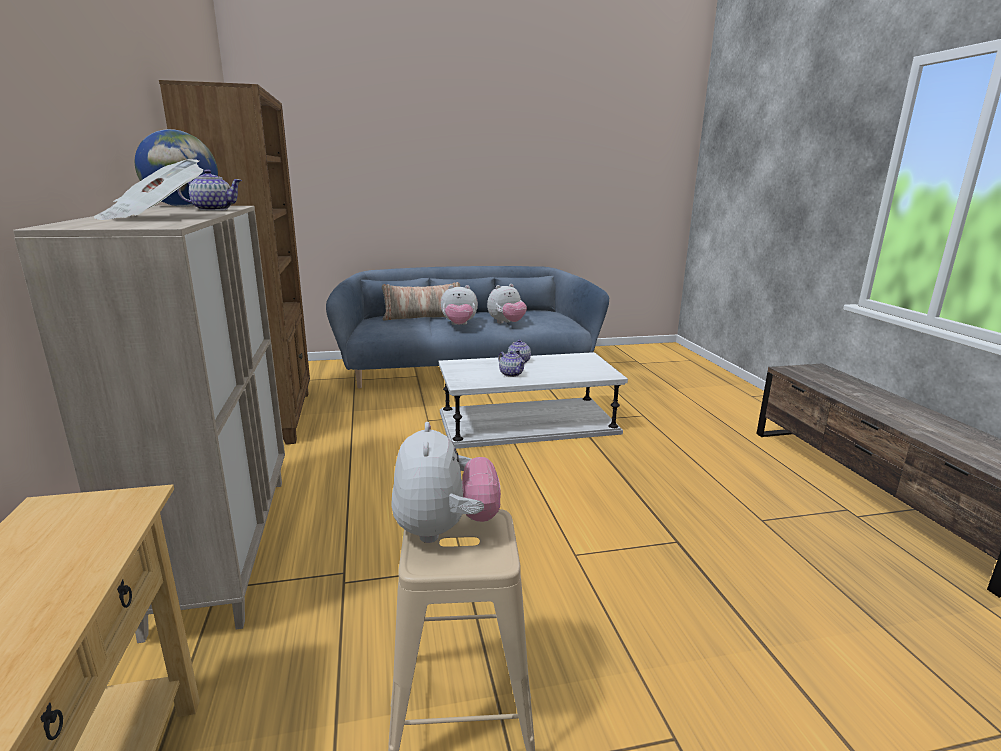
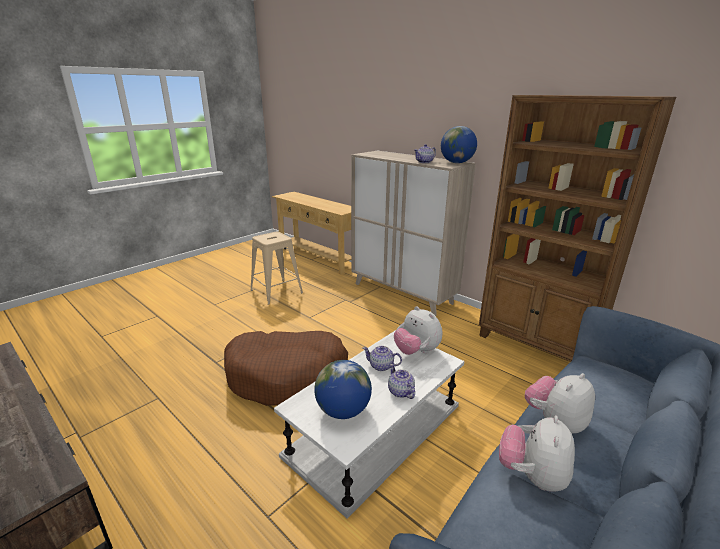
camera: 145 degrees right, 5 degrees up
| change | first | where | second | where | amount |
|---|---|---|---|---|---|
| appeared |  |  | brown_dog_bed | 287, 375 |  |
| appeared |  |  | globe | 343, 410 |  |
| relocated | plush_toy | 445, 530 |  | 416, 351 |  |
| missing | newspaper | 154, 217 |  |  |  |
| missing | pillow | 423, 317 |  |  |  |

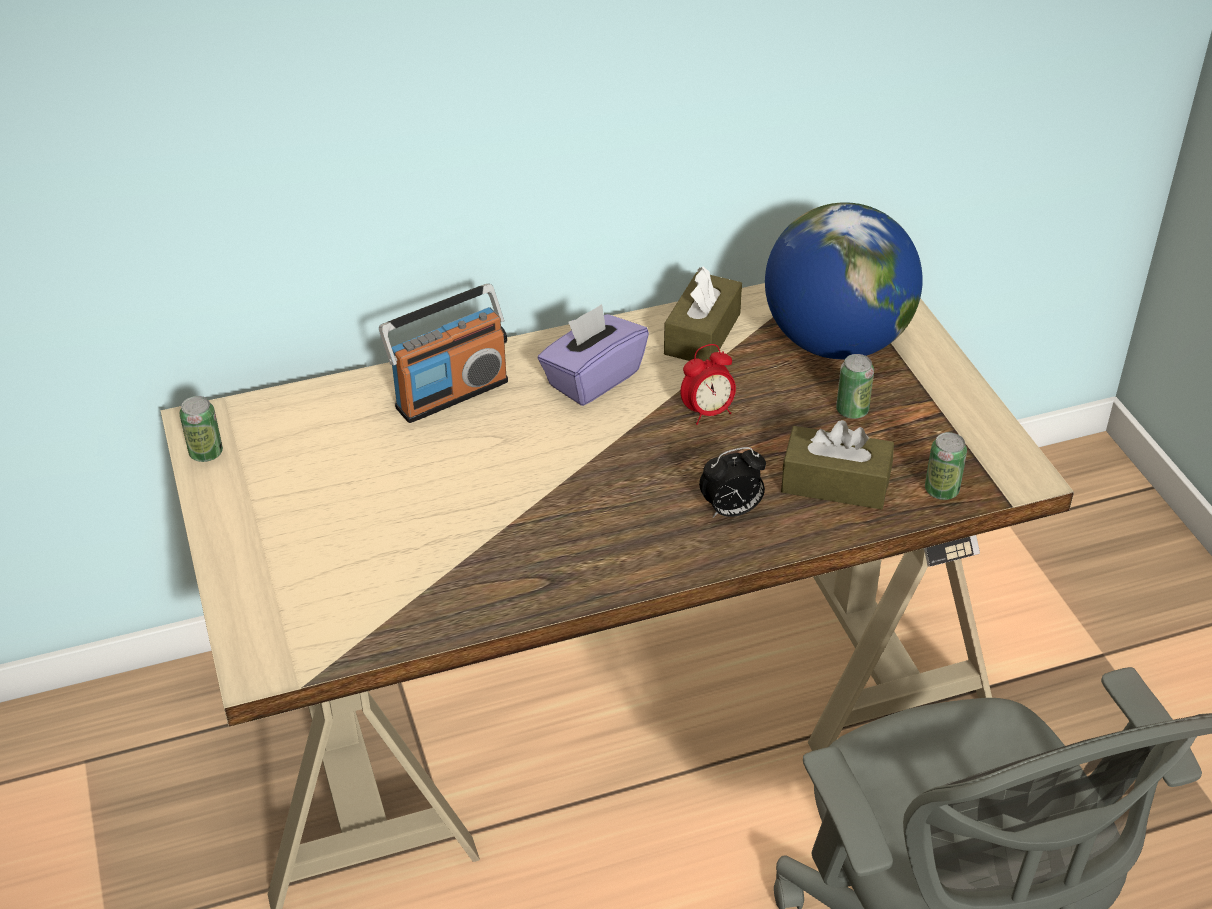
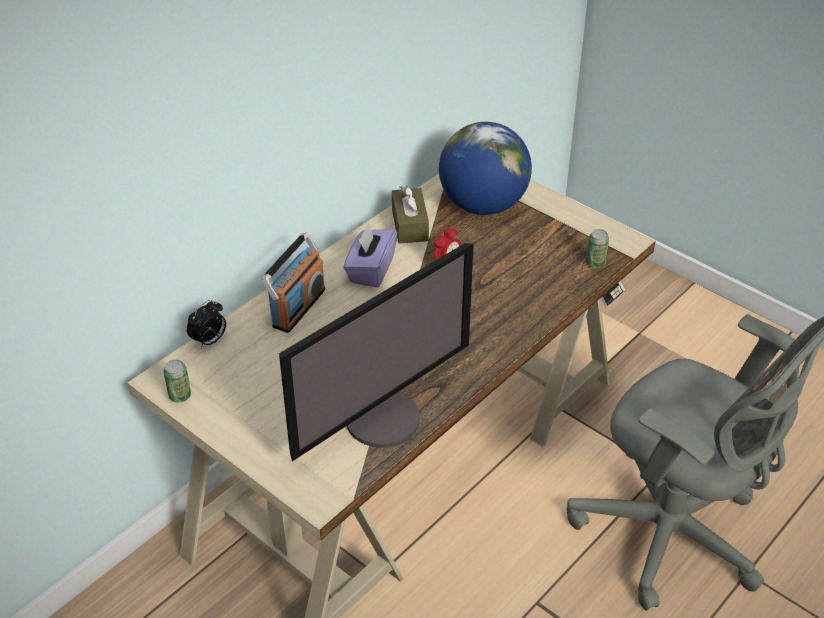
camera: 30 degrees left, 0 degrees up
| change | first | where | second | where | amount |
|---|---|---|---|---|---|
| relocated | alarm_clock | 731, 511 |  | 209, 341 |  |
| appeared |  |  | monitor | 381, 417 |  |
| missing | brown_tissue_box | 835, 483 |  |  |  |
| missing | can | 852, 410 |  |  |  |

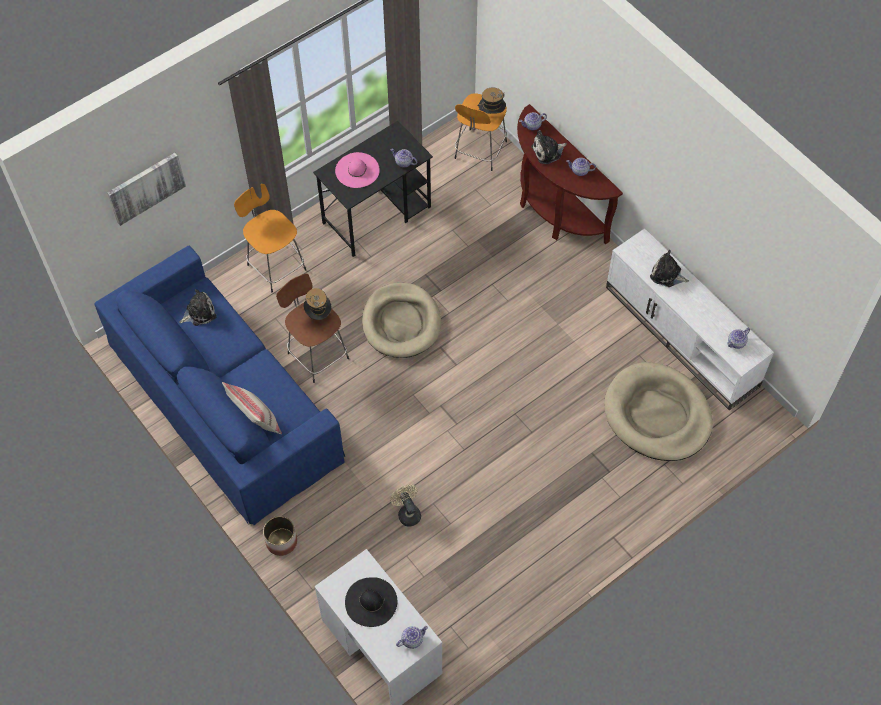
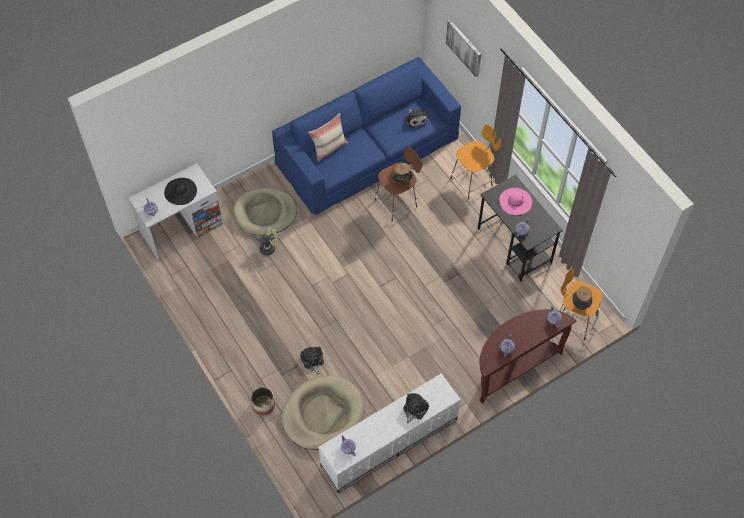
camera: 95 degrees right, 0 degrees up
| change | first | where | second | where | amount |
|---|---|---|---|---|---|
| relocated | beige_dog_bed | 401, 322 |  | 265, 213 |  |
| relocated | planter | 281, 541 |  | 263, 405 |  |
| relocated | plush_toy | 548, 152 |  | 312, 360 |  |

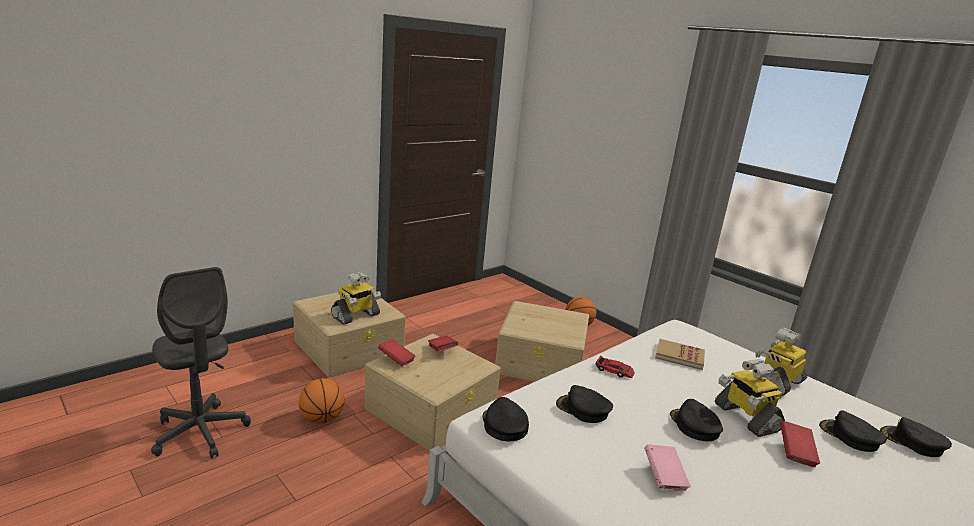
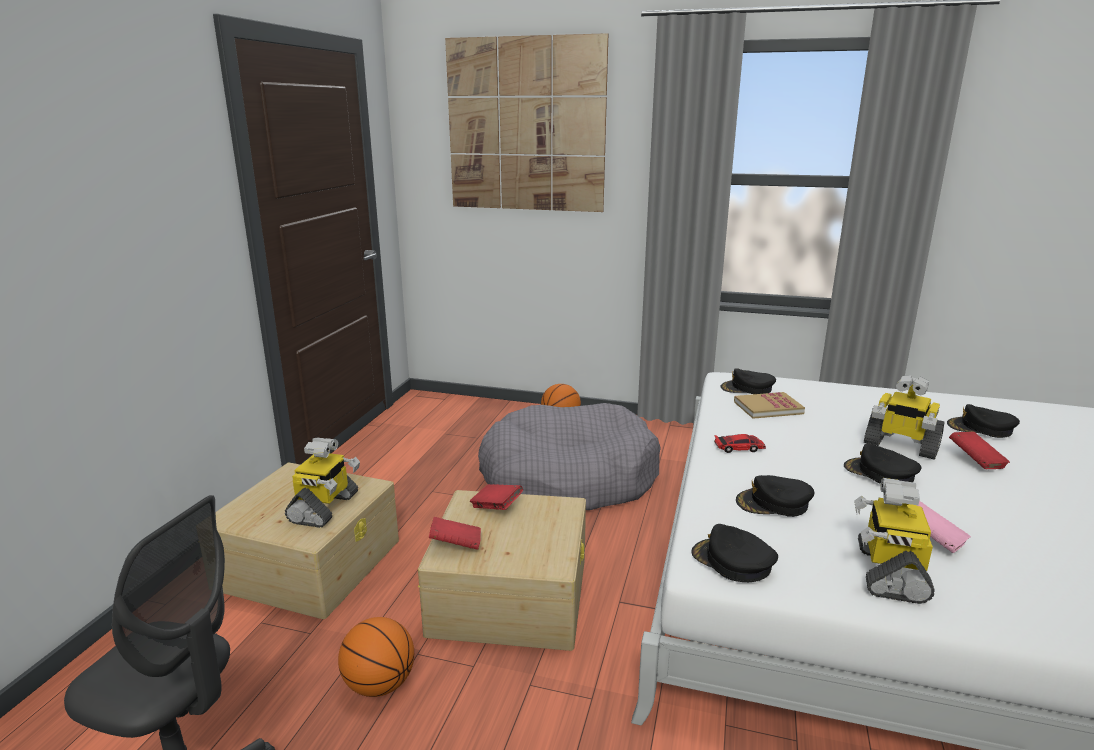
camera: 30 degrees left, 0 degrees up
| change | first | where | second | where | amount |
|---|---|---|---|---|---|
| appeared |  |  | picture | 526, 126 |  |
| exchanged | beige_storage_box | 541, 361 | grey_dog_bed | 568, 478 |  |
| relocated | black_cap | 912, 442 |  | 747, 388 |  |
| relocated | toy_robot | 777, 383 |  | 888, 572 |  |

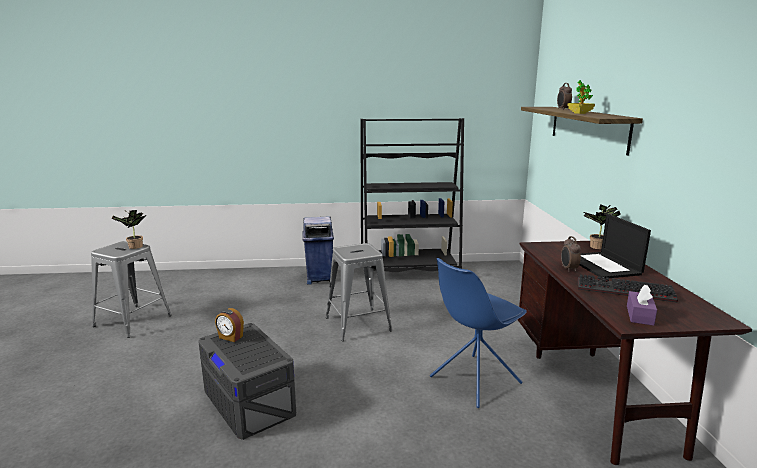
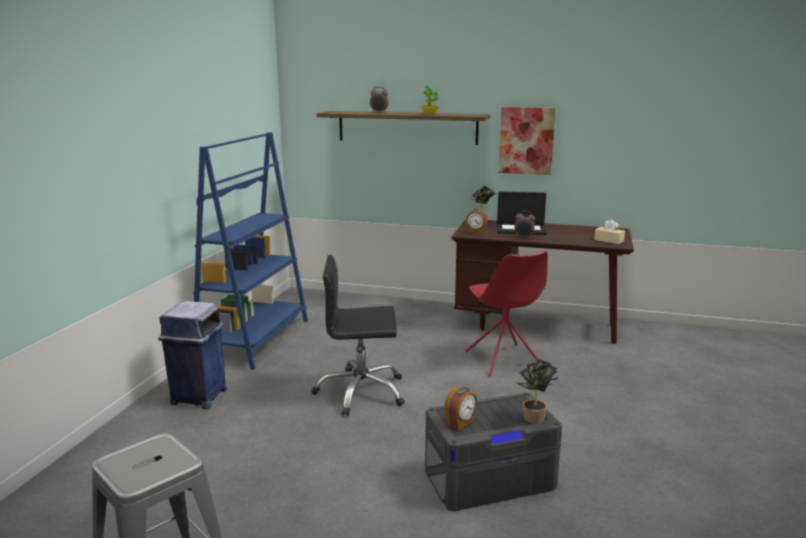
camera: 70 degrees left, 0 degrees up
| change | first | where | second | where | amount |
|---|---|---|---|---|---|
| colour | black_bookcase | 409, 273 | blue_bookcase | 254, 340 |  |
| exchanged | grey_stool | 358, 324 | black_office_chair | 361, 392 |  |
| colour | blue_chair | 473, 380 | red_chair | 504, 360 |  |
| appeared |  |  | alarm_clock | 475, 232 |  |
| appeared |  |  | picture | 526, 140 |  |
| relocated | potted_plant | 133, 247 |  | 535, 420 |  |
| colour | purple_tissue_box | 639, 315 | beige_tissue_box | 609, 240 |  |
| missing | keyboard | 623, 291 |  |  |  |

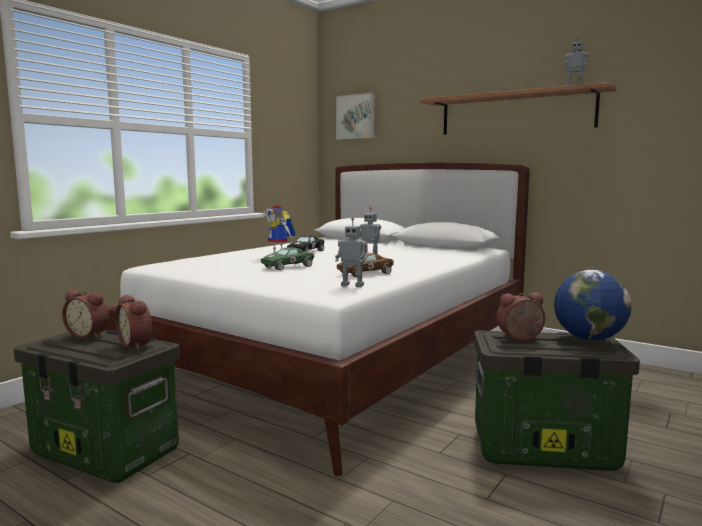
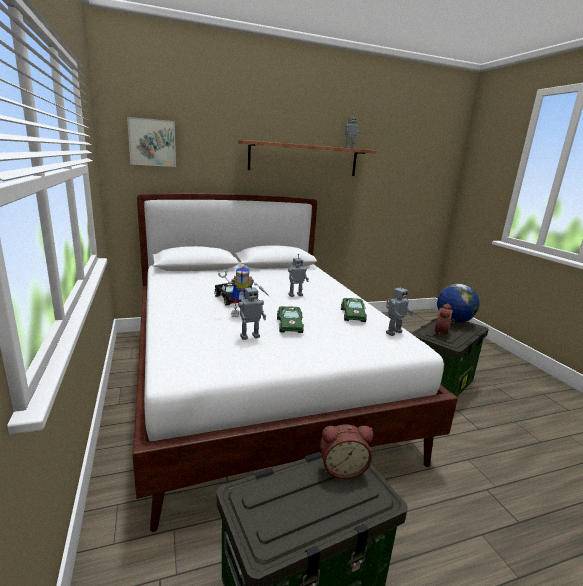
camera: 55 degrees left, 10 degrees up
| change | first | where | second | where | amount |
|---|---|---|---|---|---|
| appeared |  |  | toy_robot | 249, 336 |  |
| colour | brown_toy_car | 366, 273 | green_toy_car | 353, 315 |  |
| missing | alarm_clock | 89, 335 |  |  |  |

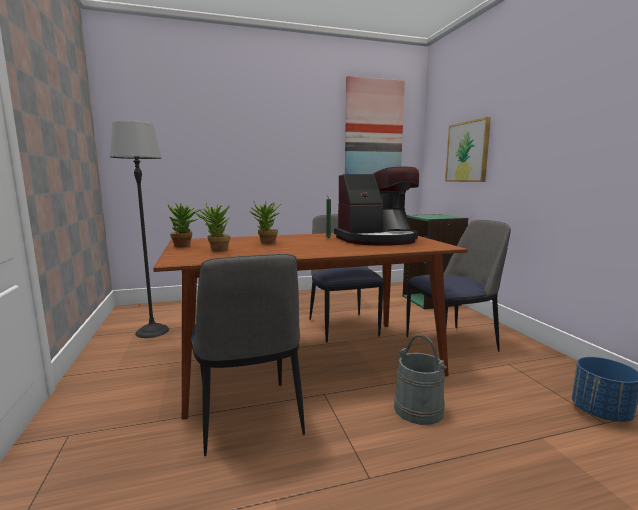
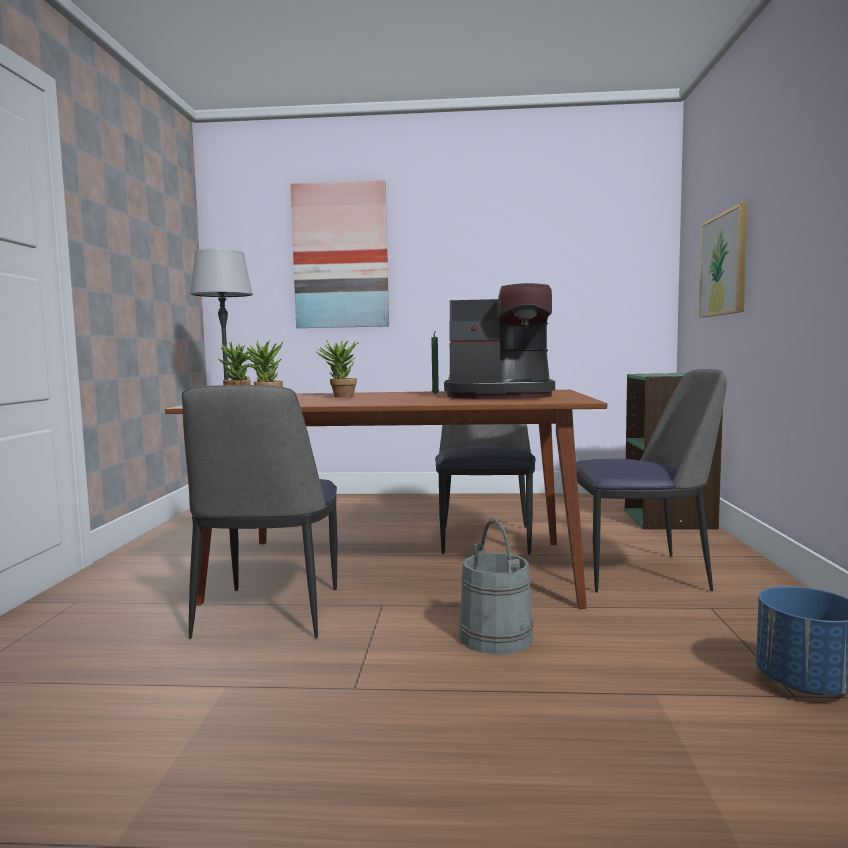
camera: 20 degrees right, 5 degrees down
| change | first | where | second | where | amount |
|---|---|---|---|---|---|
| relocated | picture | 373, 127 |  | 341, 256 |  |

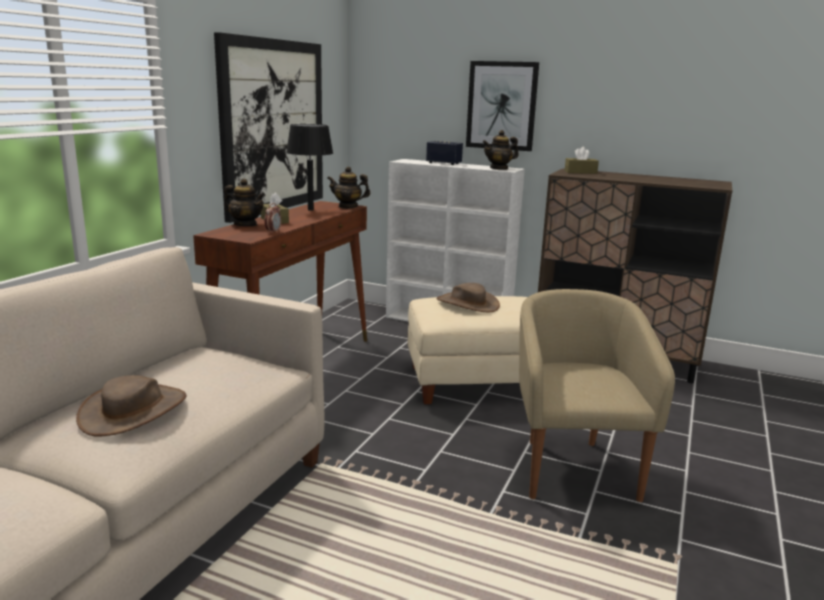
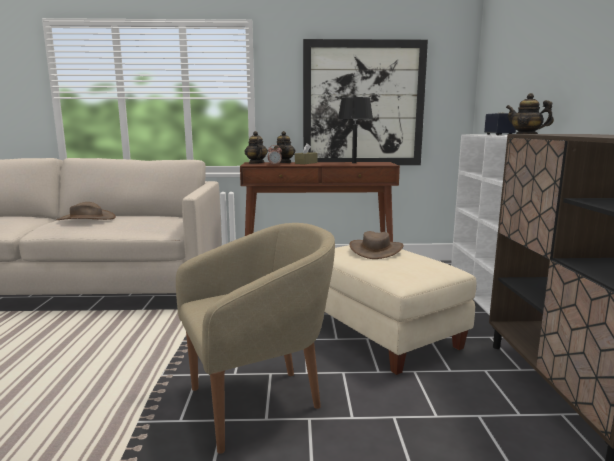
camera: 65 degrees right, 5 degrees down
| change | first | where | second | where | amount |
|---|---|---|---|---|---|
| relocated | teapot | 348, 206 |  | 256, 163 |  |
| missing | picture | 501, 106 |  |  |  |
| missing | brown_tissue_box | 580, 172 |  |  |  |

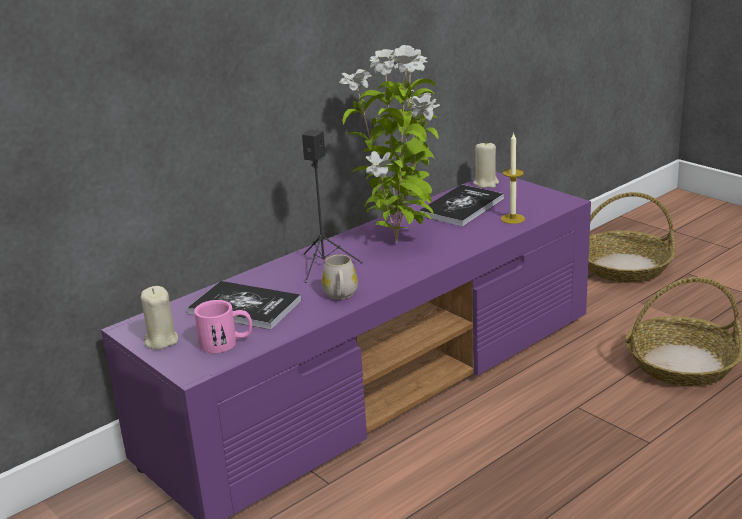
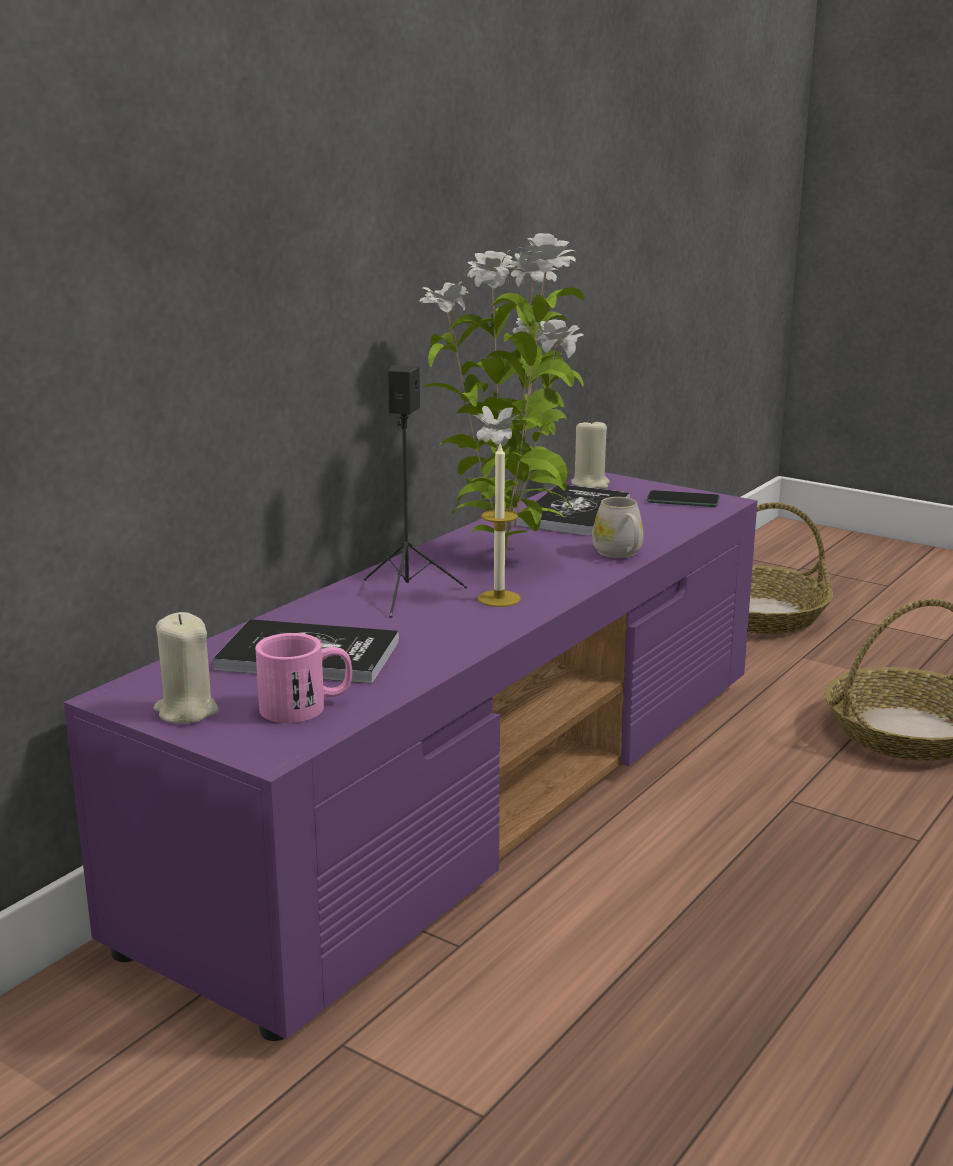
camera: 15 degrees left, 5 degrees down
| change | first | where | second | where | amount |
|---|---|---|---|---|---|
| relocated | candle | 512, 219 |  | 499, 598 |  |
| relocated | white_mug | 341, 295 |  | 620, 554 |  |
| appeared |  |  | phone | 683, 500 |  |

